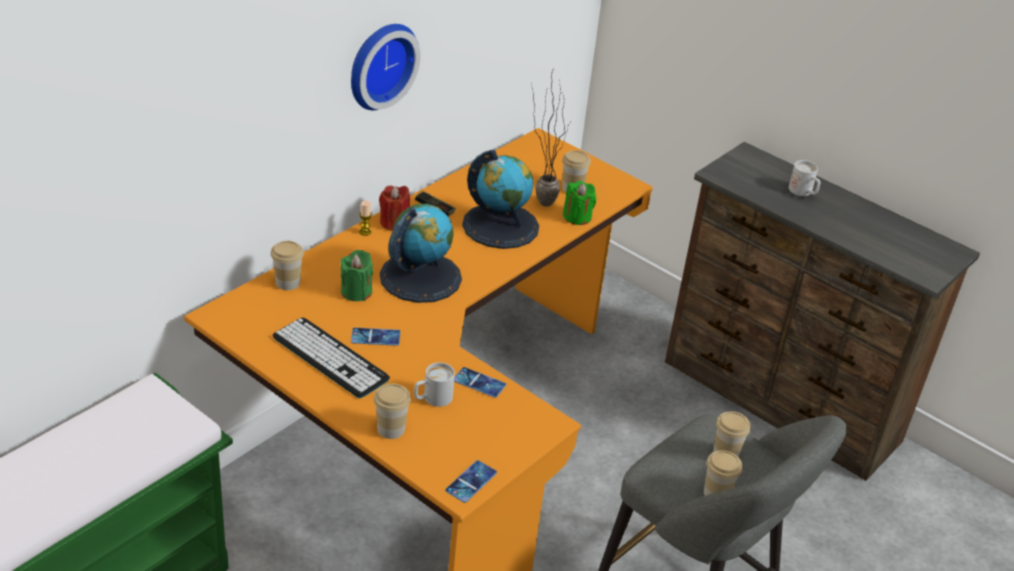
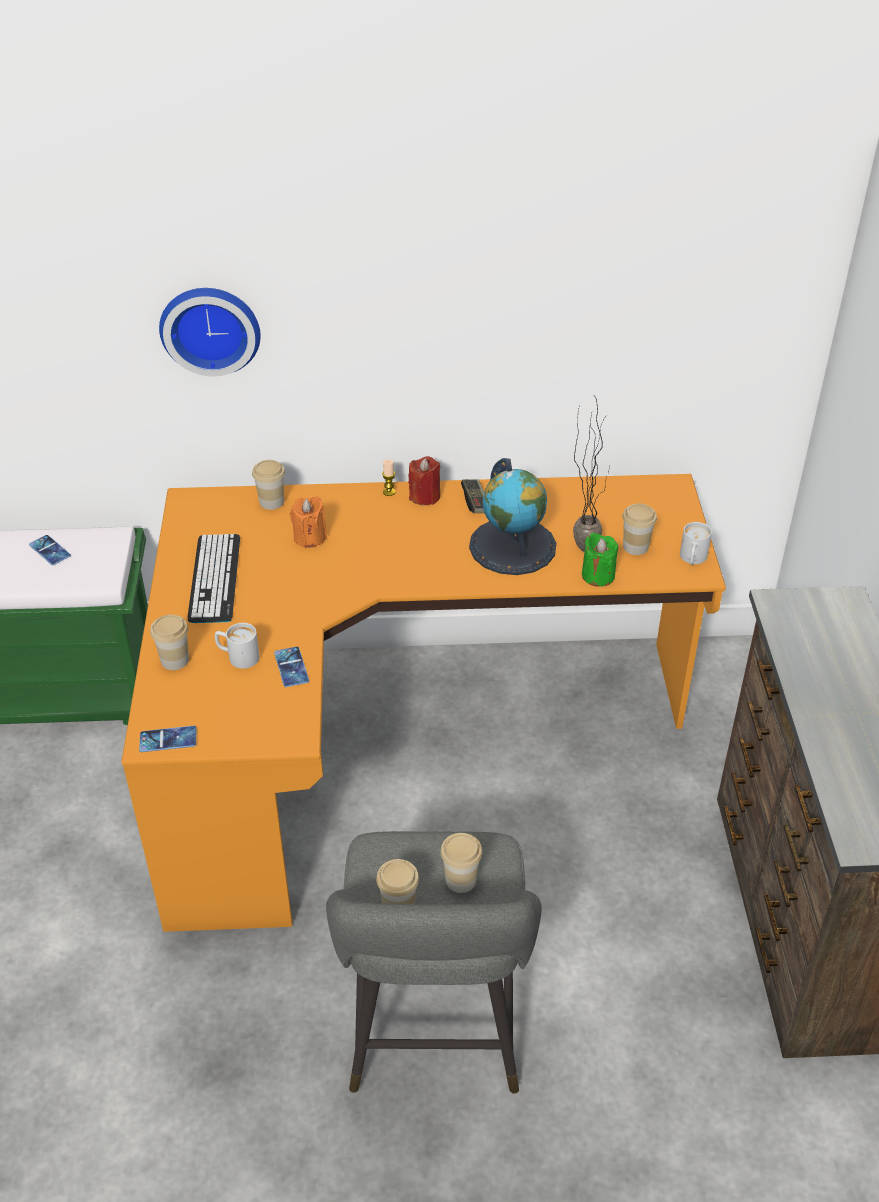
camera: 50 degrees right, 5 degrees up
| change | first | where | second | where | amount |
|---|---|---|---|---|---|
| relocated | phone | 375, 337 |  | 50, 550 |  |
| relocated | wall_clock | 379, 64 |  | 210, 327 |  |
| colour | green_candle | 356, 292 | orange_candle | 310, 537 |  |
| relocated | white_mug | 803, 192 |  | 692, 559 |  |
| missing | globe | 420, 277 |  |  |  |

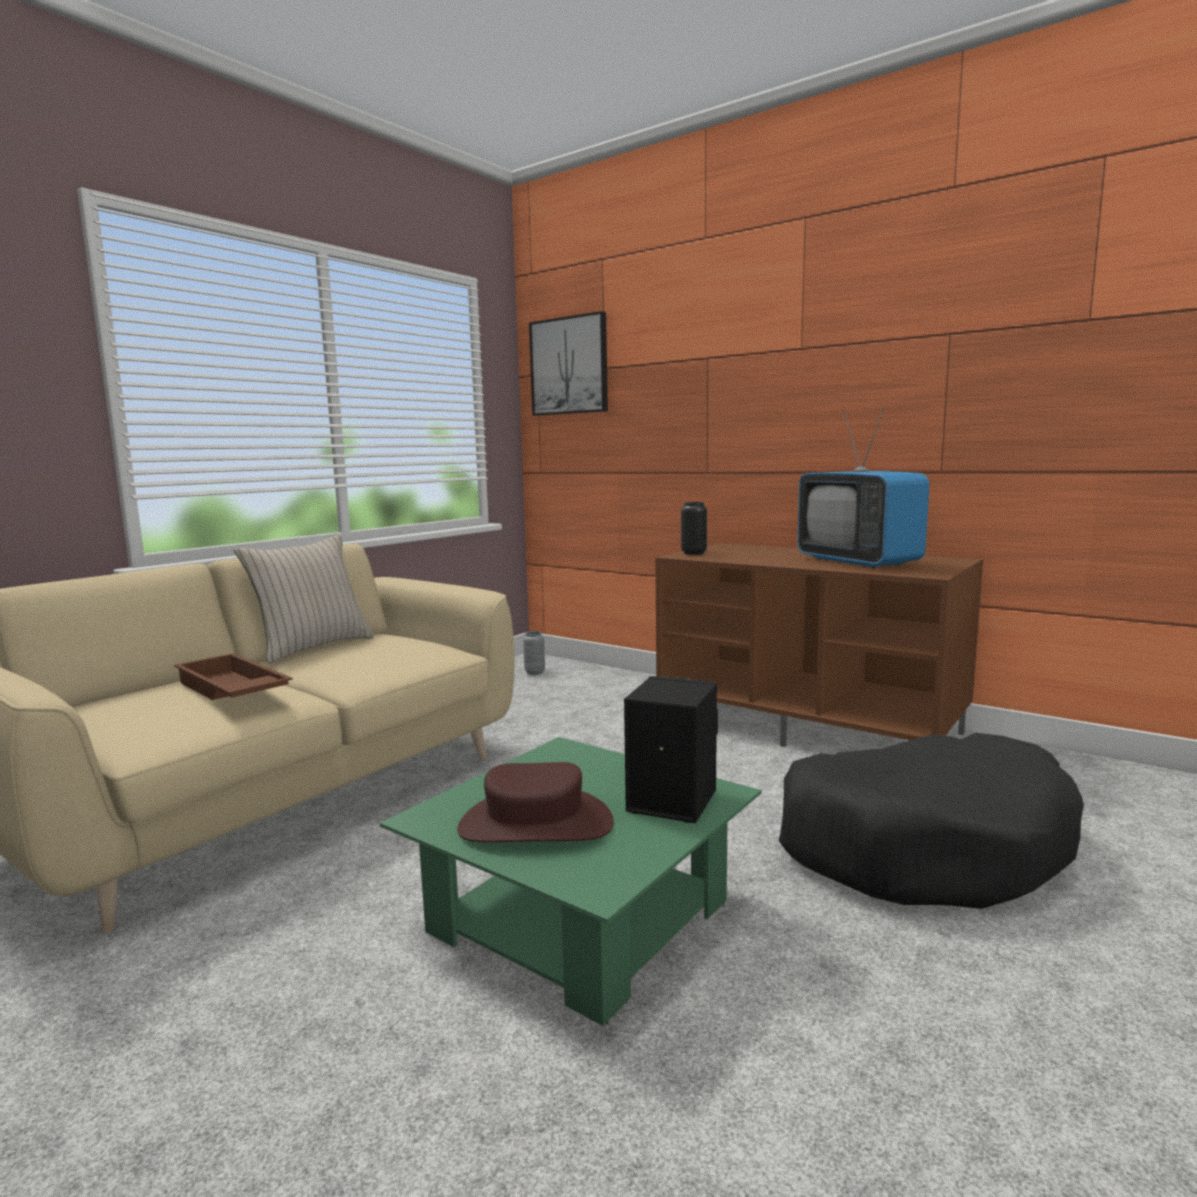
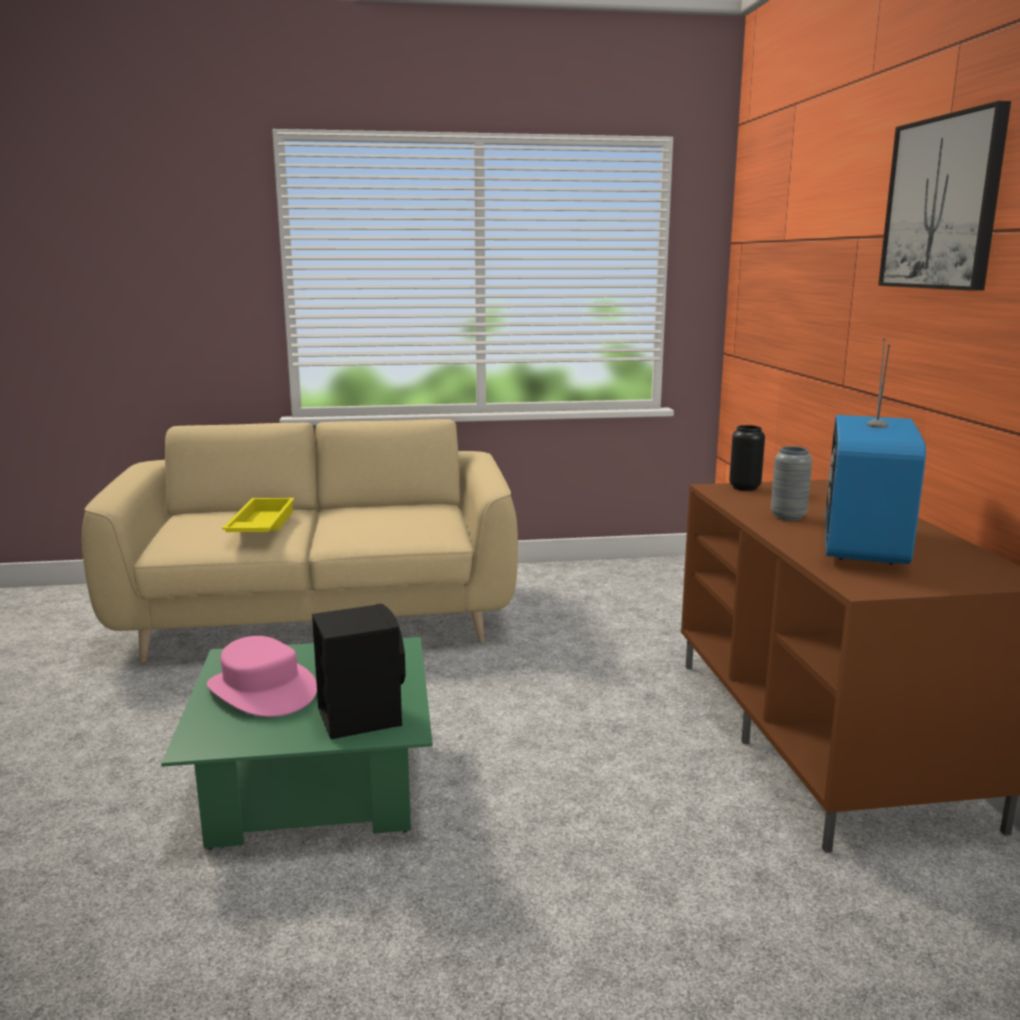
camera: 45 degrees right, 5 degrees up
| change | first | where | second | where | amount |
|---|---|---|---|---|---|
| colour | brown_hat | 535, 825 | pink_hat | 261, 690 |  |
| colour | brown_tray | 230, 690 | yellow_tray | 260, 526 |  |
| relocated | grey_vase | 534, 672 |  | 788, 517 |  |
| relocated | picture | 569, 366 |  | 942, 203 |  |
| missing | beige_pillow | 312, 648 |  |  |  |
| missing | black_dog_bed | 923, 846 |  |  |  |

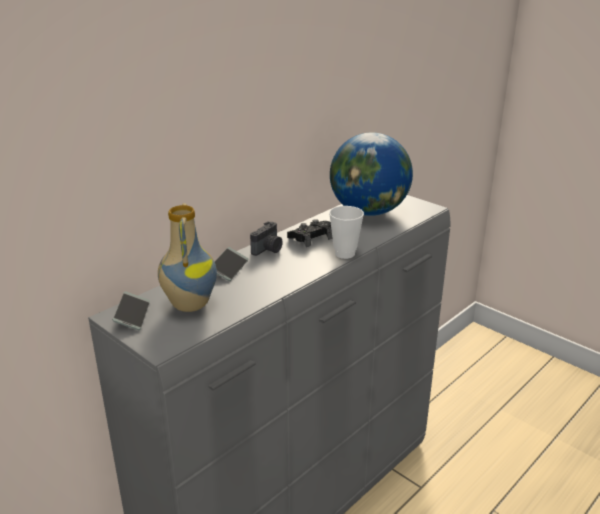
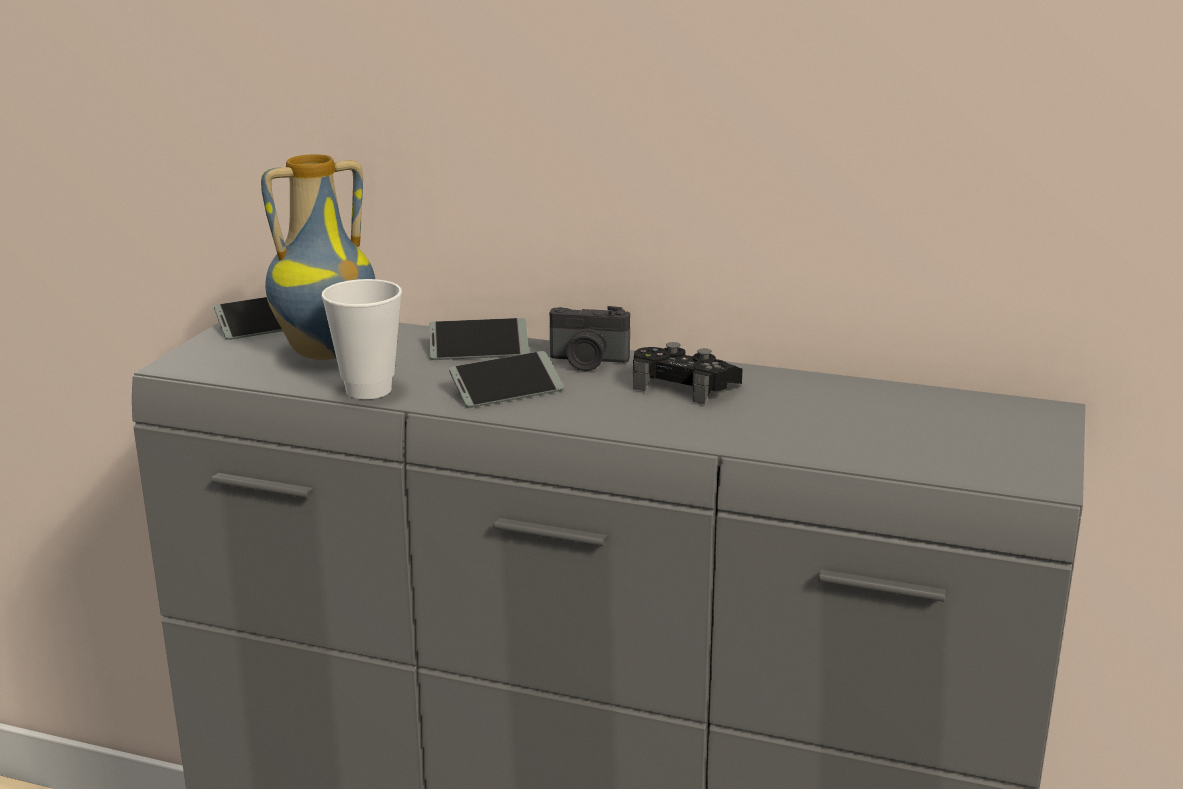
camera: 65 degrees right, 5 degrees down
| change | first | where | second | where | amount |
|---|---|---|---|---|---|
| relocated | cup | 345, 254 |  | 368, 390 |  |
| appeared |  |  | phone | 507, 390 |  |
| missing | globe | 369, 212 |  |  |  |

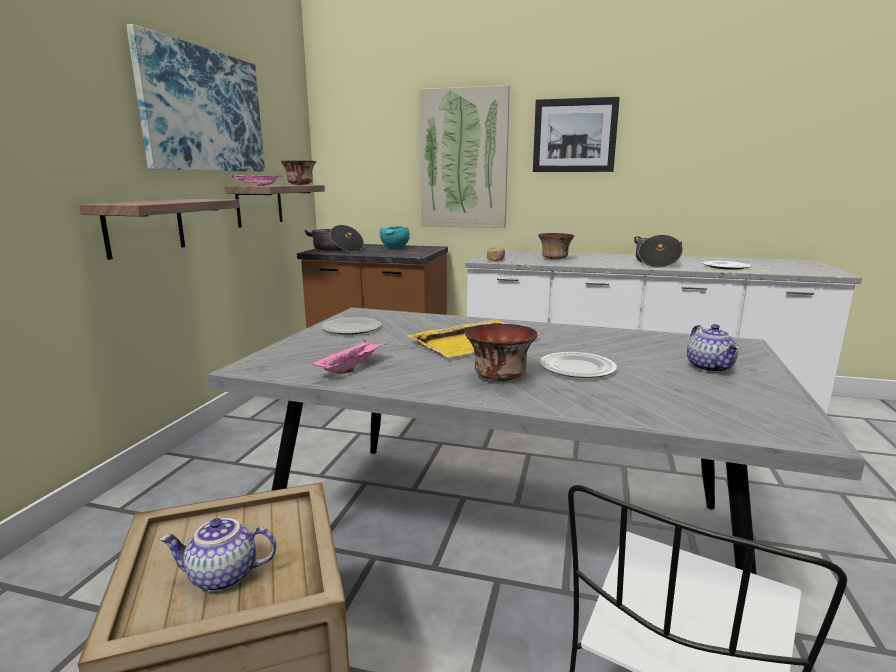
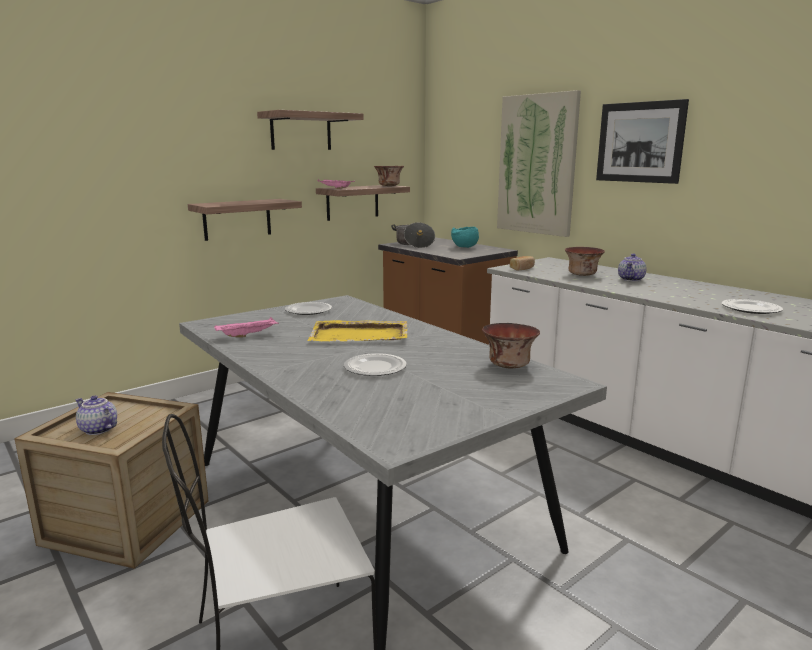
camera: 35 degrees right, 0 degrees up
| change | first | where | second | where | amount |
|---|---|---|---|---|---|
| exchanged | picture | 204, 111 | shelf | 301, 131 |  |
| relocated | bowl | 499, 377 |  | 508, 365 |  |
| relocated | teapot | 711, 368 |  | 631, 279 |  |
| missing | cooking_pot | 655, 263 |  |  |  |

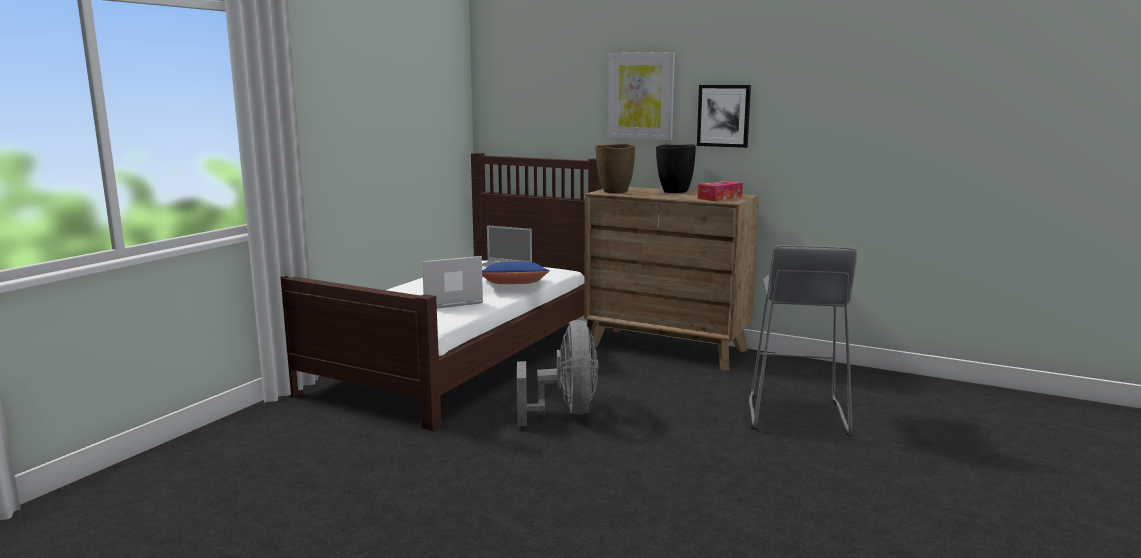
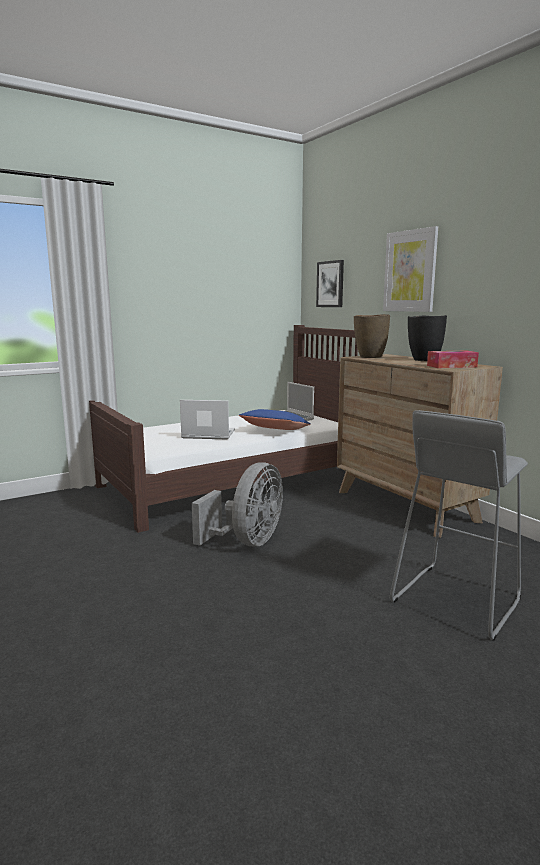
camera: 30 degrees right, 0 degrees up
| change | first | where | second | where | amount |
|---|---|---|---|---|---|
| relocated | picture | 723, 116 |  | 330, 284 |  |

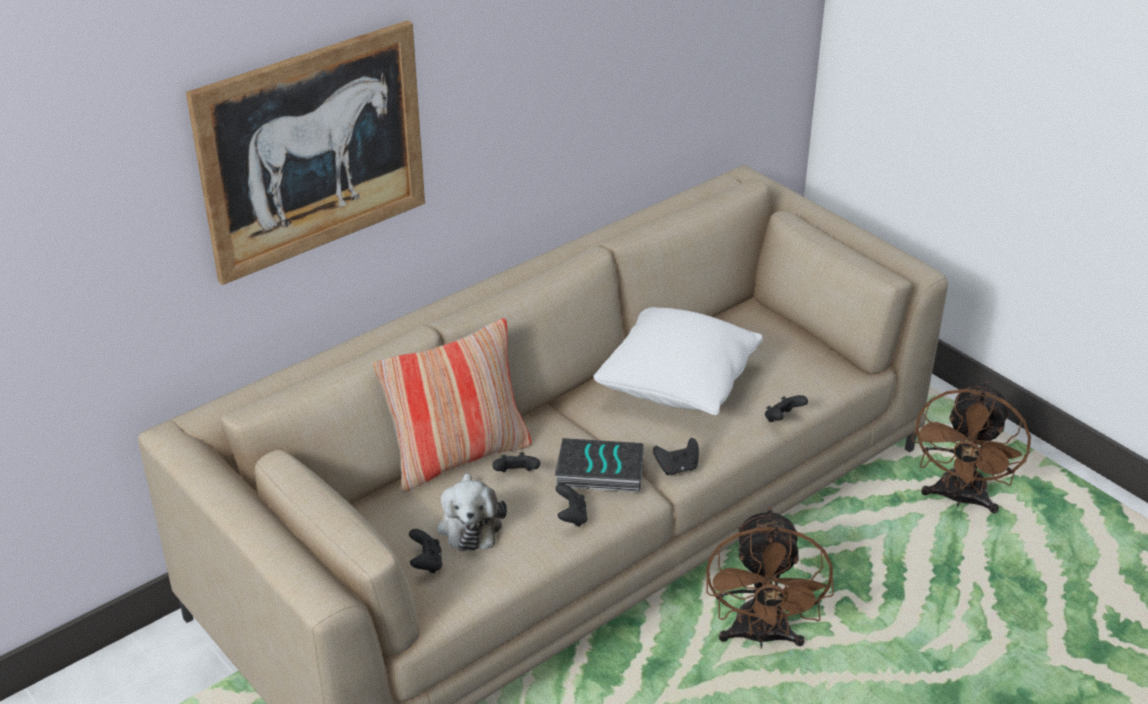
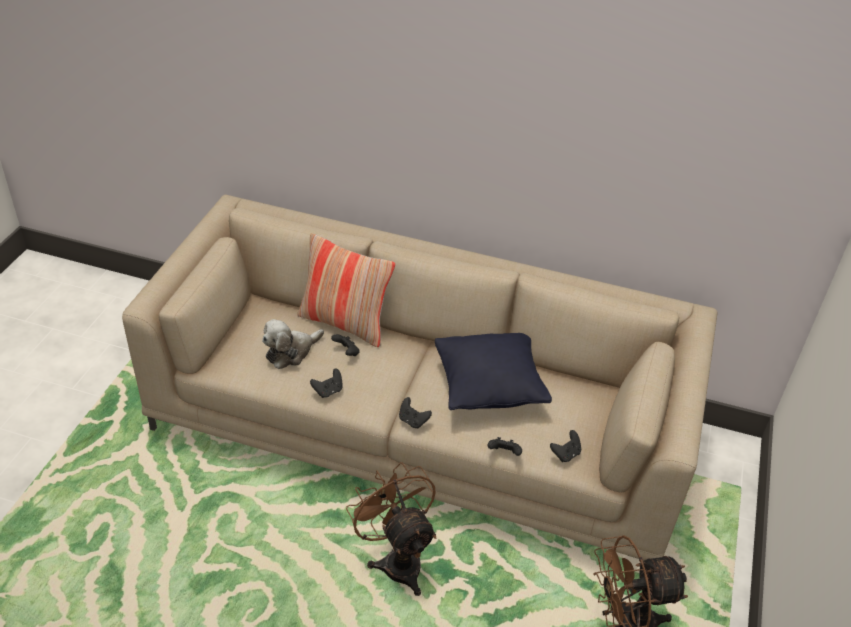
camera: 55 degrees right, 5 degrees up
| change | first | where | second | where | amount |
|---|---|---|---|---|---|
| spun | brown_fan | 761, 637 |  | 397, 559 | 90 degrees clockwise |
| colour | white_pillow | 677, 388 | black_pillow | 488, 389 |  |
| relocated | black_game_controller | 426, 563 |  | 565, 454 |  |
| missing | picture | 312, 150 |  |  |  |
| missing | book | 599, 472 |  |  |  |

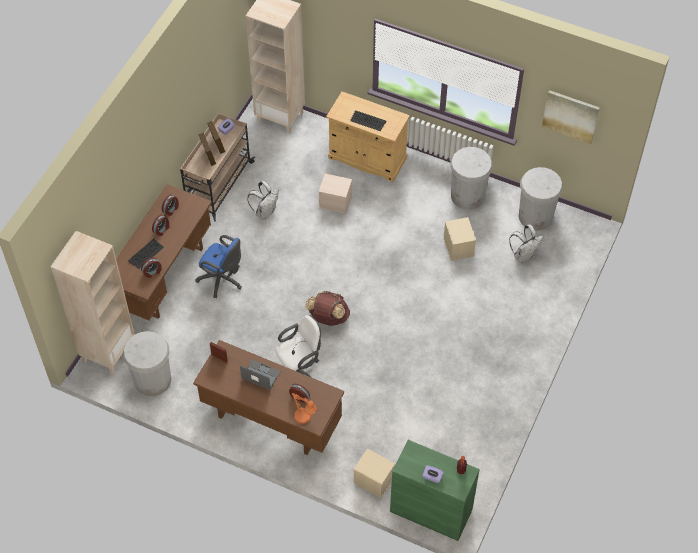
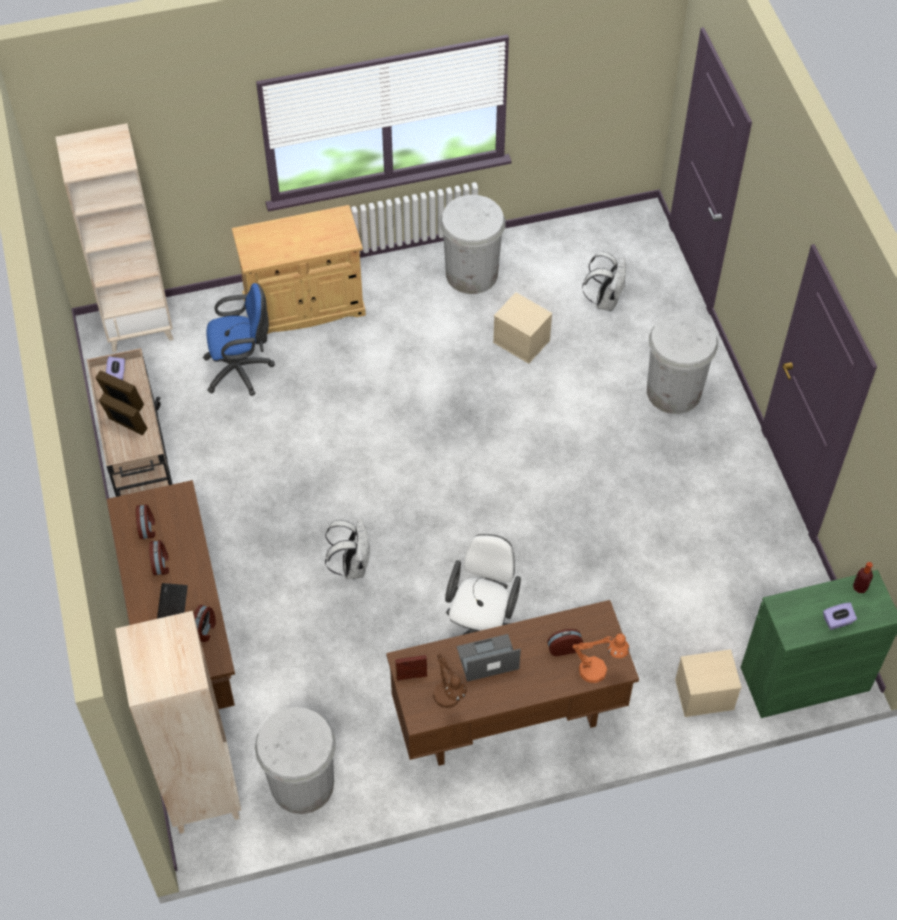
camera: 40 degrees left, 0 degrees up
| change | first | where | second | where | amount |
|---|---|---|---|---|---|
| relocated | blue_office_chair | 222, 280 |  | 241, 370 |  |
| relocated | white_backpack | 265, 211 |  | 352, 565 |  |
| appeared |  |  | brown_table_lamp | 449, 700 |  |
| relocated | white_trash_can | 535, 216 |  | 673, 391 |  |
| missing | brown_backpack | 328, 318 |  |  |  |
| missing | beige_storage_box | 336, 201 |  |  |  |
| missing | keyboard | 368, 121 |  |  |  |
| missing | picture | 570, 116 |  |  |  |

